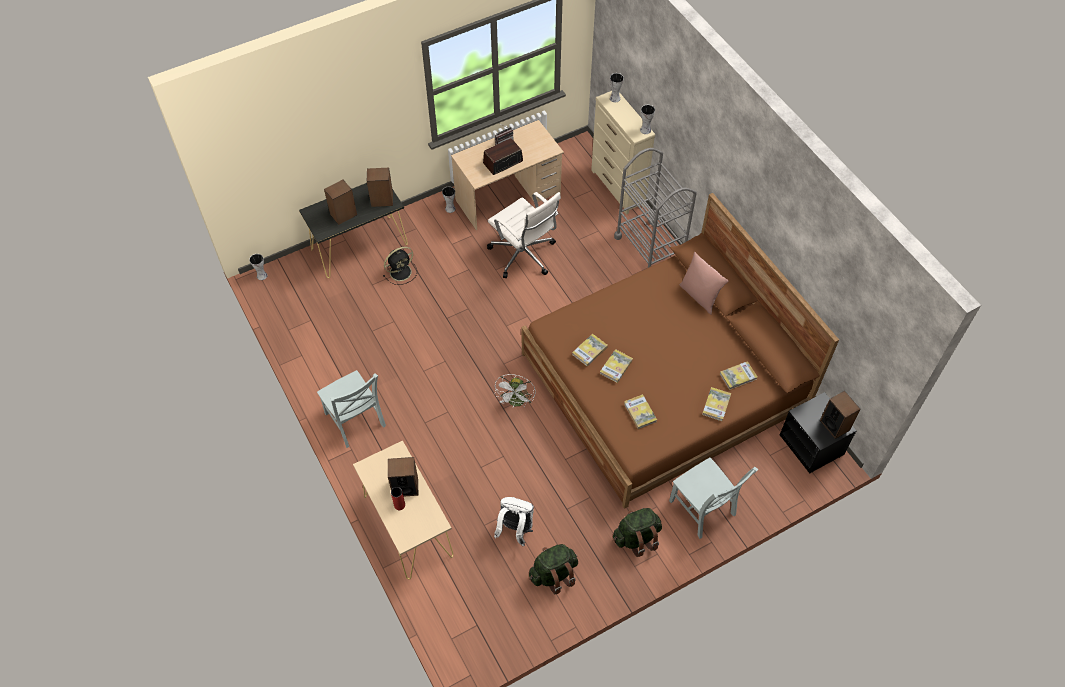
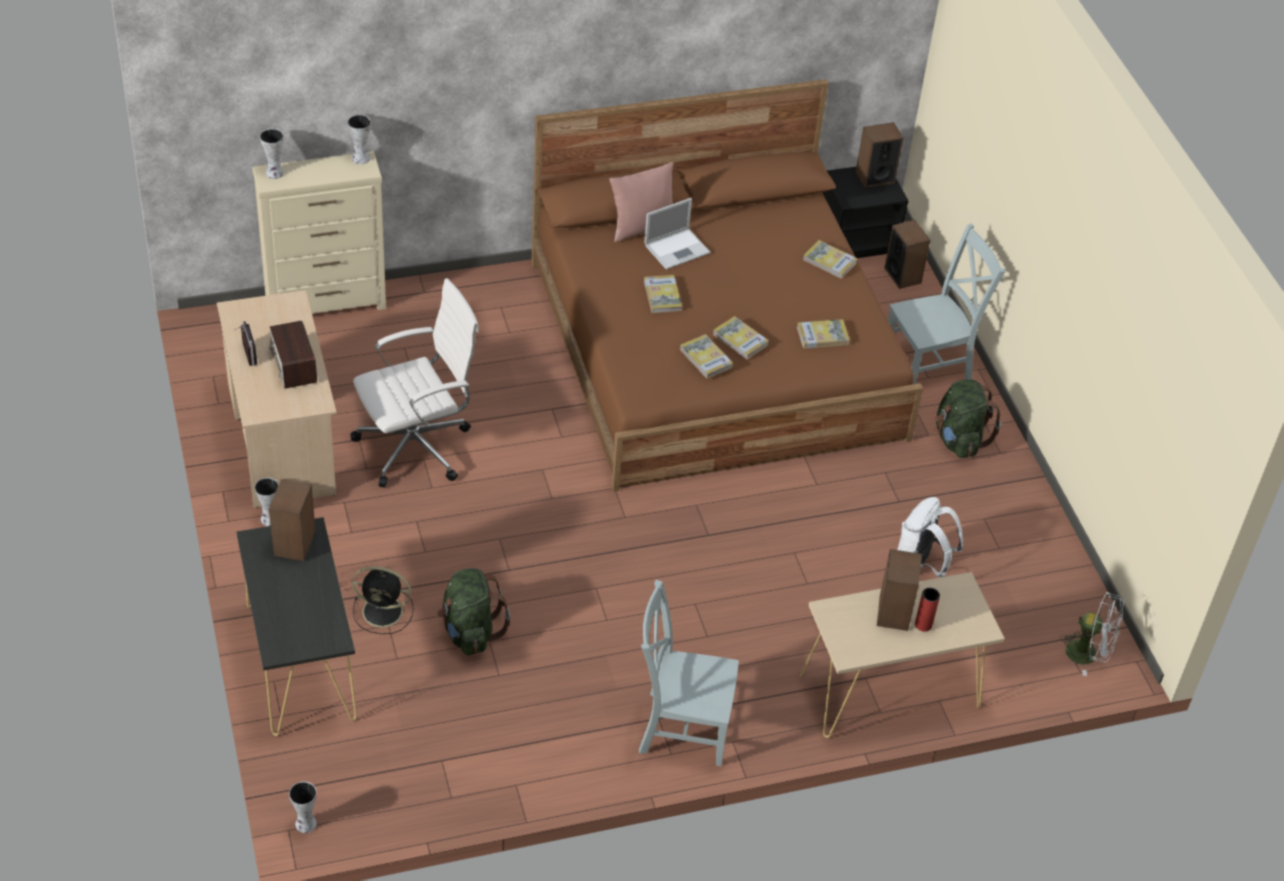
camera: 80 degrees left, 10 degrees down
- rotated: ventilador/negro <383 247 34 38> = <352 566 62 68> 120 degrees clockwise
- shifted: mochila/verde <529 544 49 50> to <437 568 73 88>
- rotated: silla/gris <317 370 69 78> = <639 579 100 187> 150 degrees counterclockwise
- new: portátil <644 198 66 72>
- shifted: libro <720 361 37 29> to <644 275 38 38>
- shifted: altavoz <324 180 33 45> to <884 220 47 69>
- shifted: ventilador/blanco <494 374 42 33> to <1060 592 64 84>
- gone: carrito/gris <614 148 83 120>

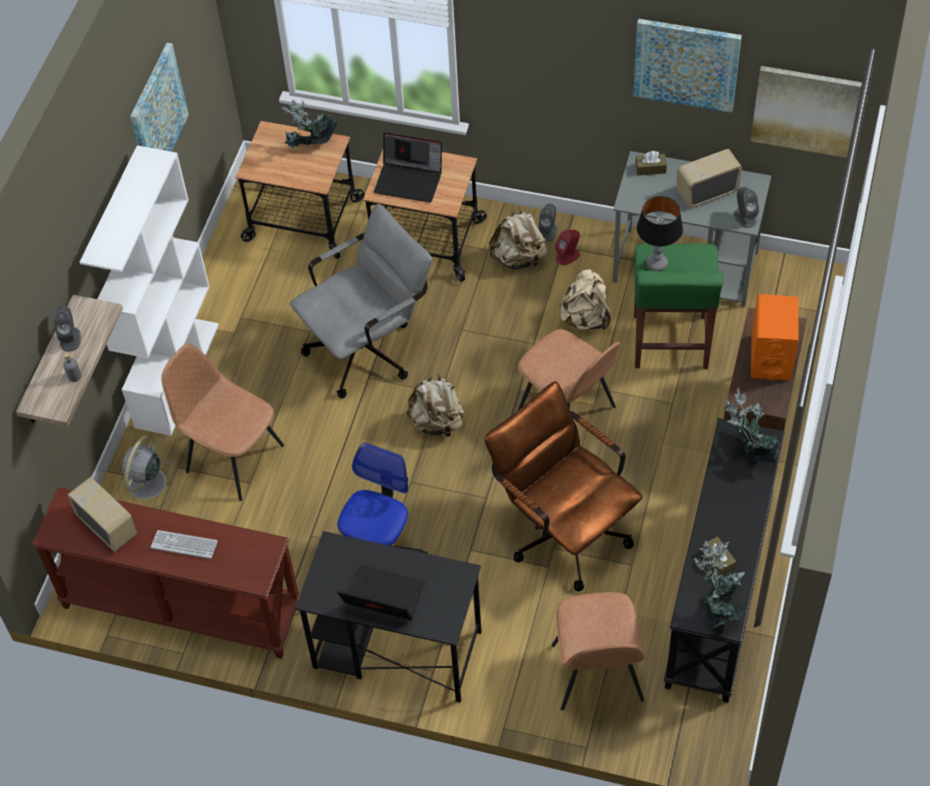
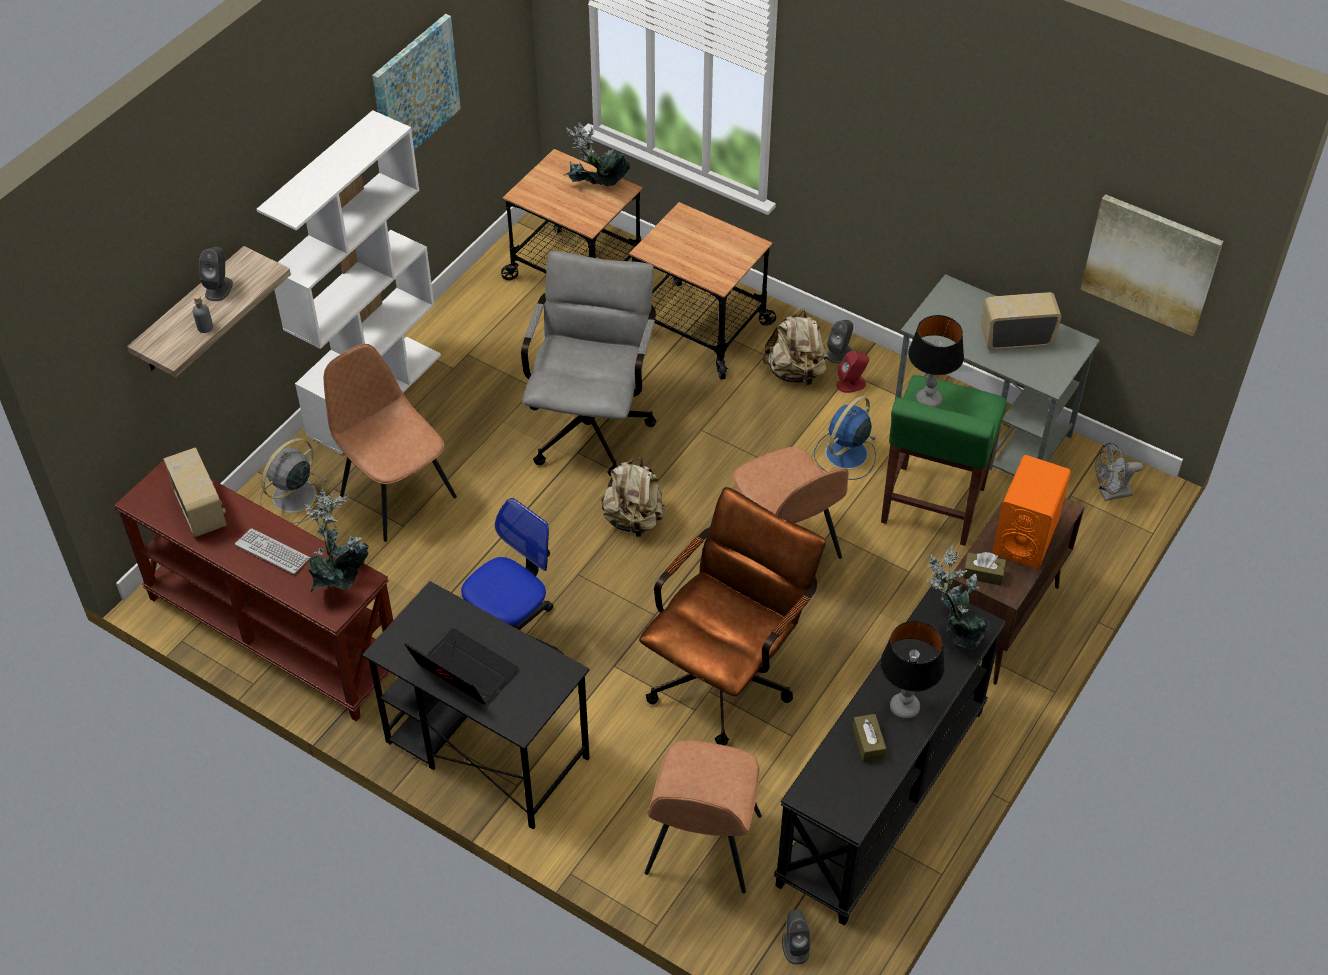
camera: 15 degrees right, 5 degrees down
- shifted: planta en maceta <693 541 52 88> to <304 487 65 105>
- rotated: silla de oficina/gris <290 204 142 194> = <521 251 136 225> 60 degrees counterclockwise
- rotated: silla de oficina/marrón <484 381 158 211> = <639 487 187 258> 60 degrees clockwise
- shifted: altavoz/gris <733 187 26 41> to <782 910 28 55>
- swapped: mochila/beis <559 269 52 62> to ventilador/azul <814 396 62 84>
- new: lámpara de mesa <880 621 65 98>
- shifted: caja de pañuelos/marrón <635 151 32 25> to <963 552 43 34>
- new: ventilador/gris <1095 443 48 58>
- gone: portátil <374 133 68 69>
- gone: cuadro <633 19 109 94>

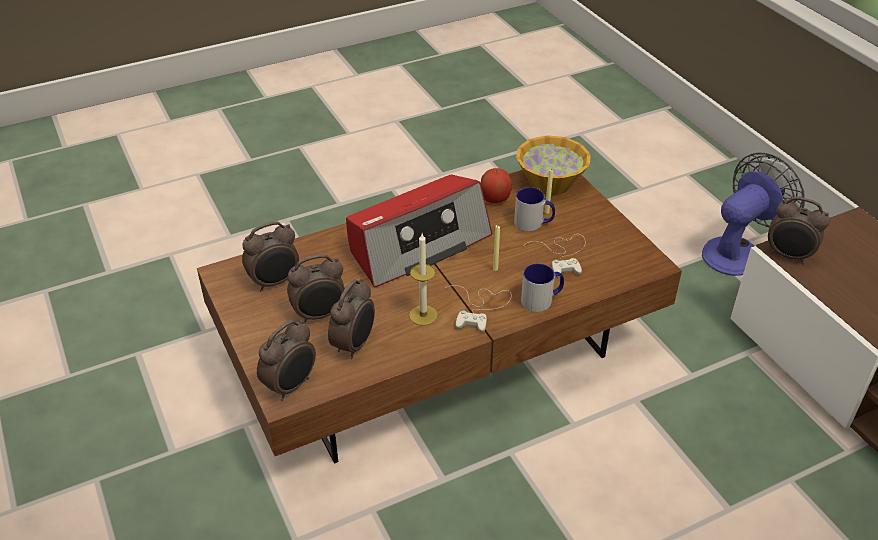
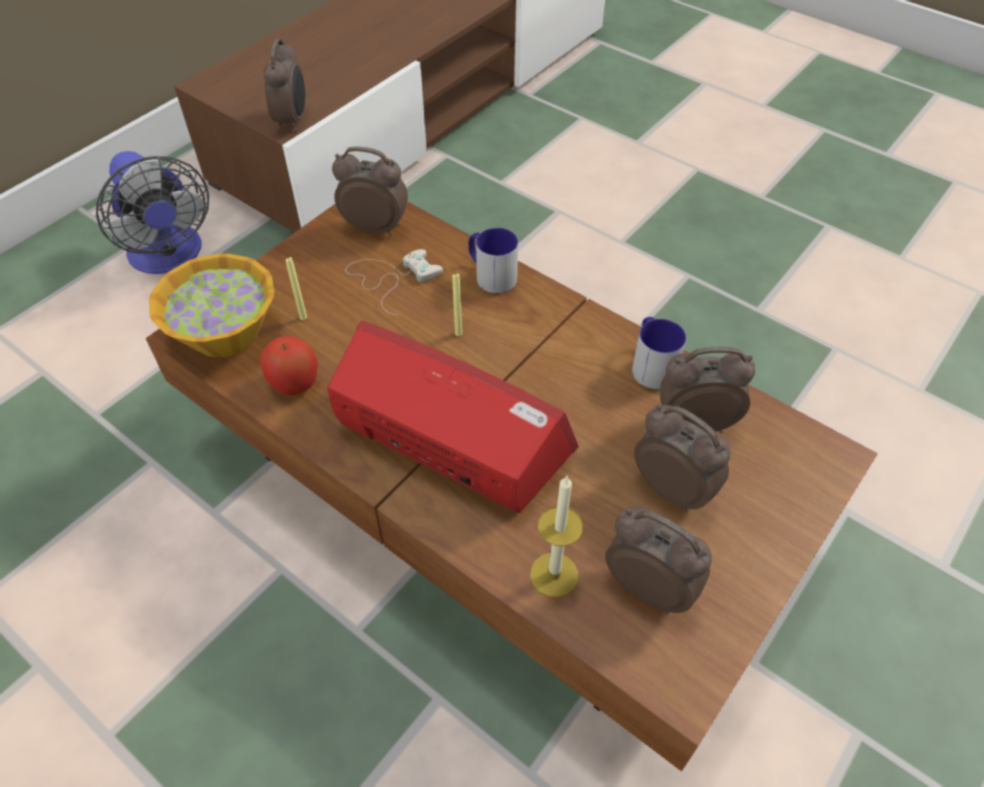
camera: 115 degrees left, 10 degrees up
- rotated: ventilador <702 152 103 124> = <96 151 113 123> 150 degrees counterclockwise
- shifted: despertador <257 320 59 81> to <332 146 76 90>
- shifted: vela <409 234 29 92> to <530 476 53 122>
- shifted: taza grande <514 187 41 44> to <632 317 54 72>
- gone: mando de consola/blanco <445 285 67 47>

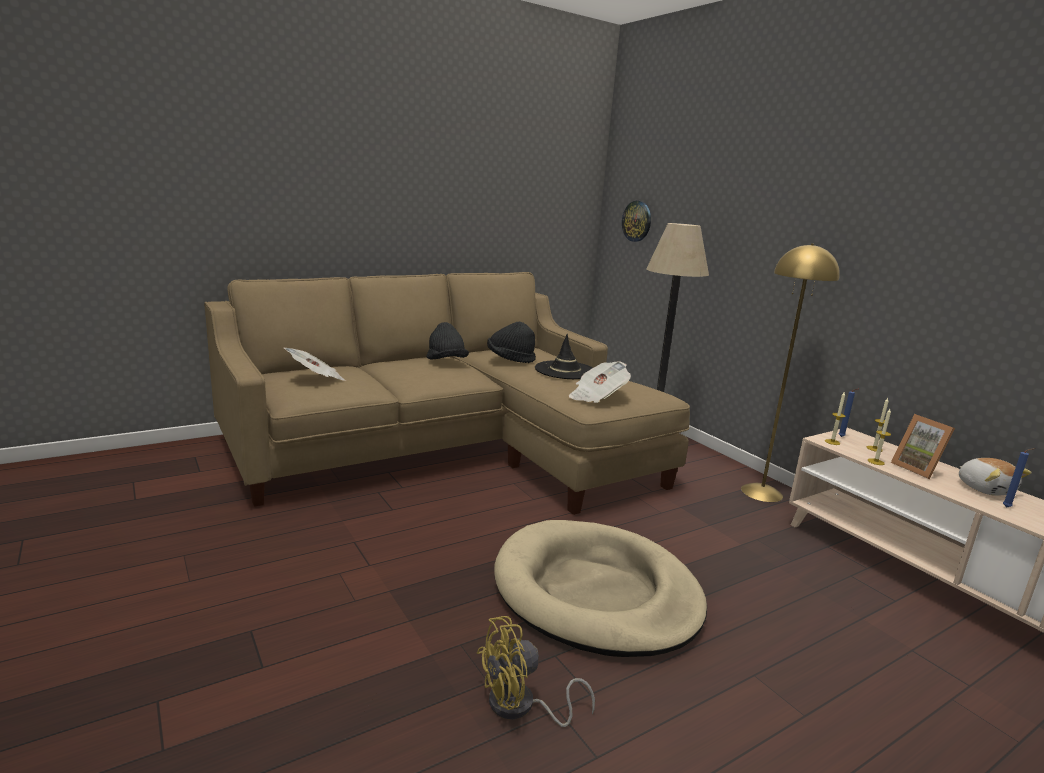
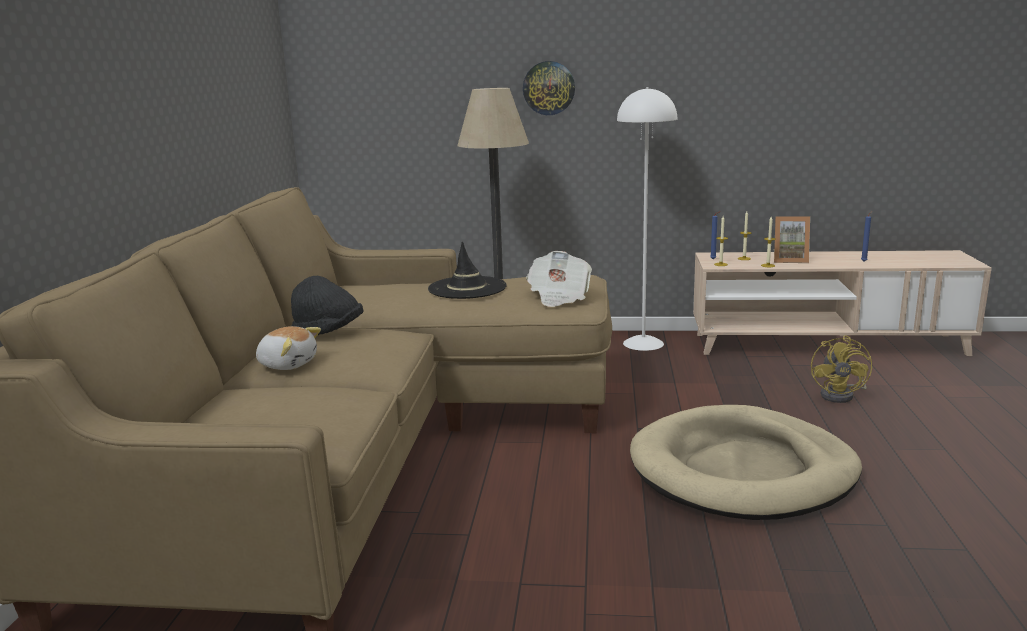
camera: 50 degrees left, 0 degrees up
- shifted: peluche <959 458 73 38> to <256 326 65 44>
- shifted: reloj de pared <622 201 29 41> to <523 61 52 54>
- repainted: lámpara de pie/amarillo <741 243 99 259> to lámpara de pie/blanco <617 87 60 264>
- shifted: ventilador/amarillo <477 616 118 111> to <811 335 61 68>
- gone: periódico <284 348 62 33>
- gone: sombrero/negro <487 322 49 41>

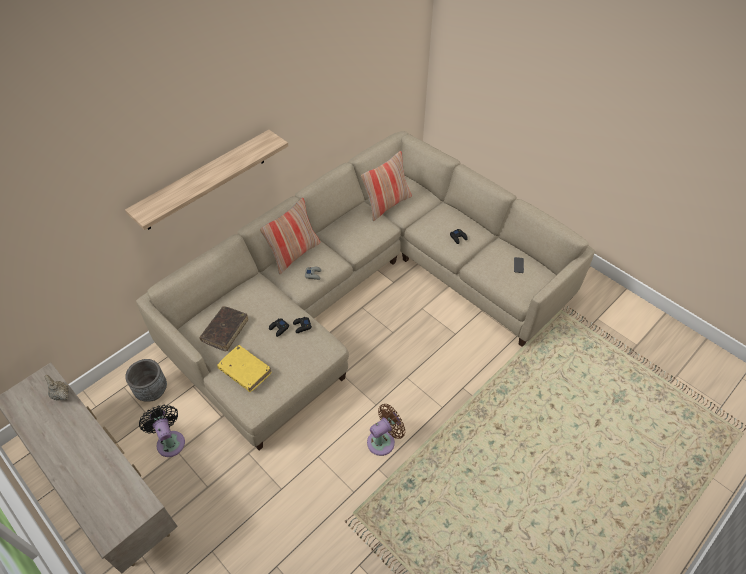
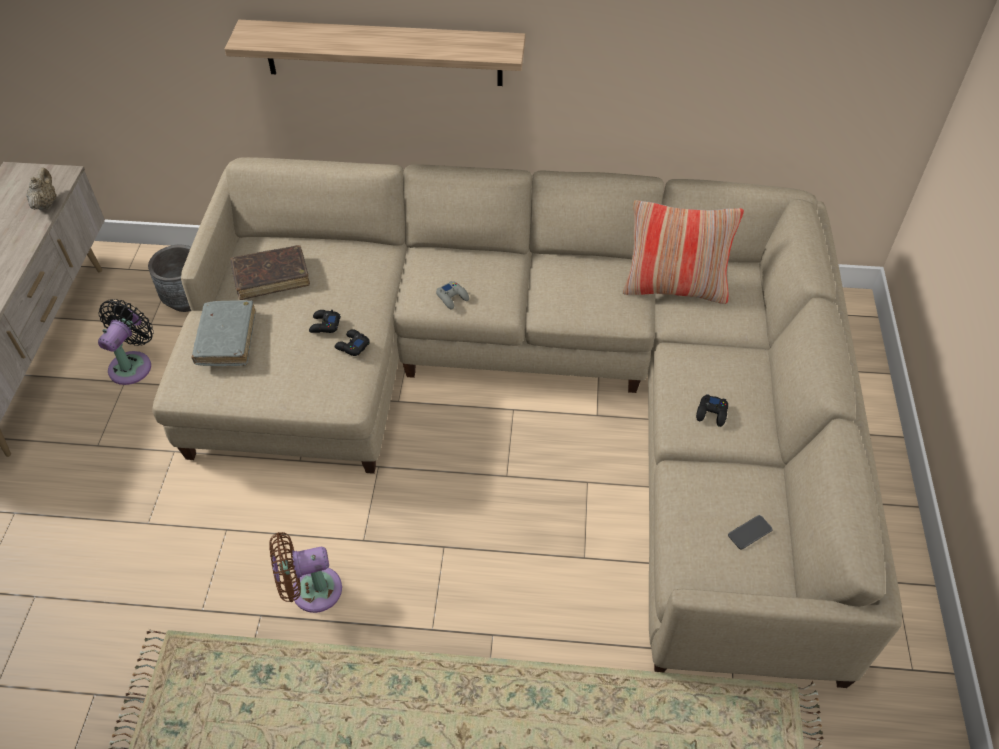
camera: 50 degrees right, 0 degrees up
- repainted: libro/amarillo <217 345 55 47> to libro/gris <191 300 65 66>
- rotated: ventilador/marrón <367 404 38 52> = <269 532 73 81> 150 degrees clockwise
- gone: cojín <260 198 60 76>

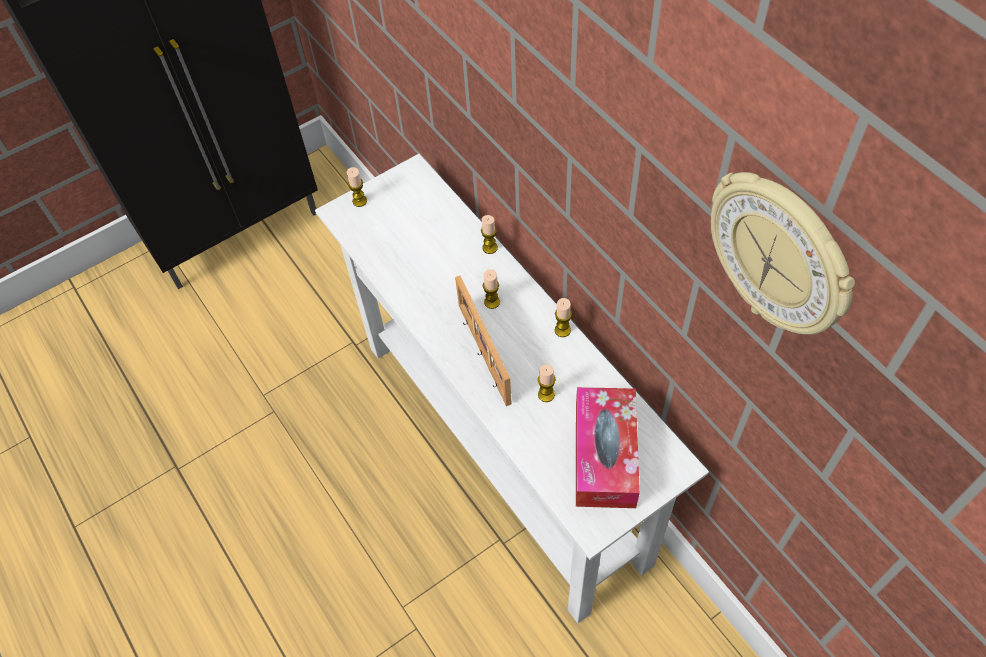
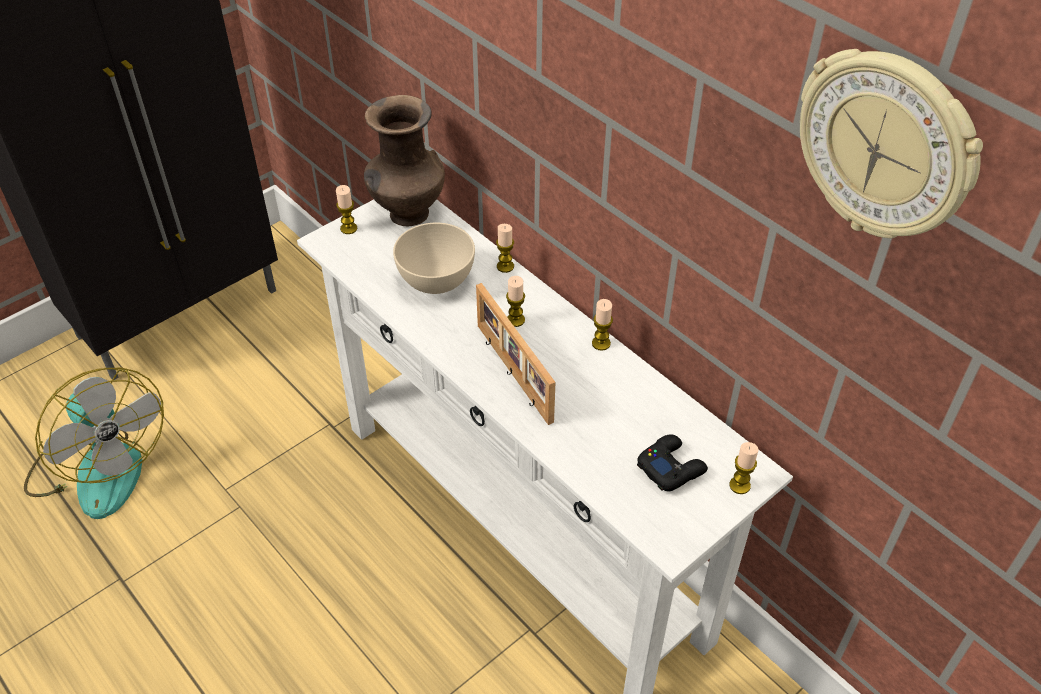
camera: 10 degrees left, 10 degrees down
- new: ventilador <24 368 140 151>
- new: florero/marrón <364 95 81 131>
- new: cuenco/beis <393 223 82 71>
- swapped: caja de pañuelos <576 387 64 121> to mando de consola/negro <637 434 71 57>
- shifted: vela <538 364 17 38> to <729 442 29 52>

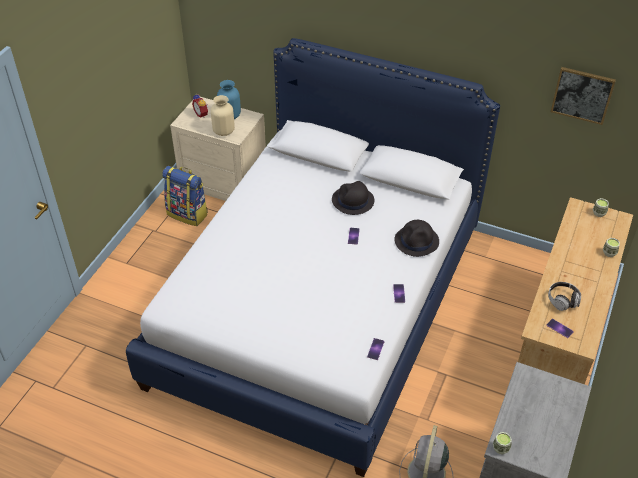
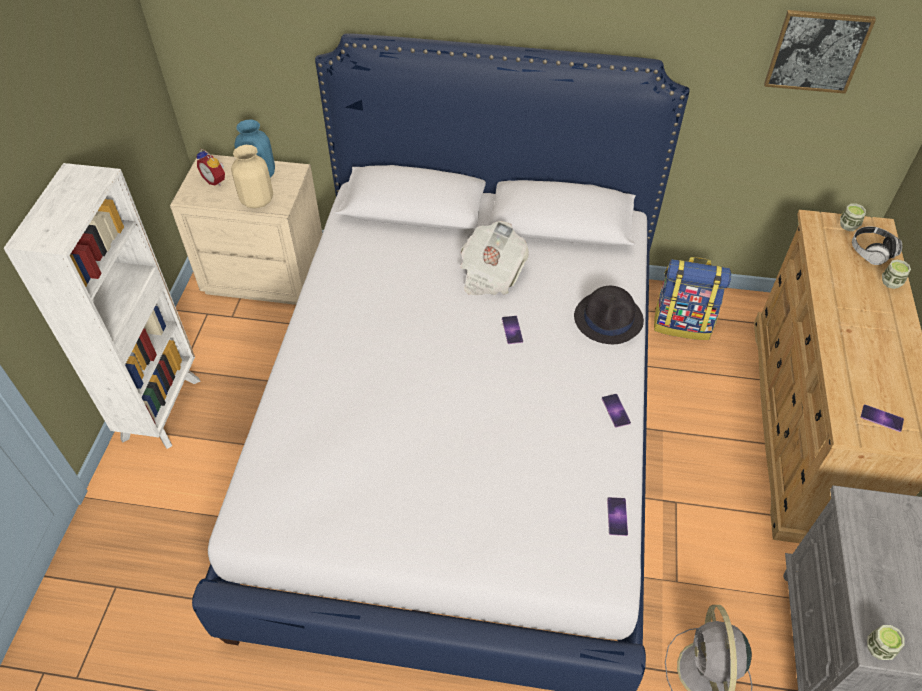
camera: 15 degrees left, 5 degrees up
- new: estantería/blanco <4 163 196 286>
- swapped: sombrero/negro <332 181 42 34> to periódico <460 221 69 74>
- shifted: mochila <162 166 46 60> to <654 257 77 83>
- shifted: auriculares <548 282 33 29> to <852 226 50 39>

